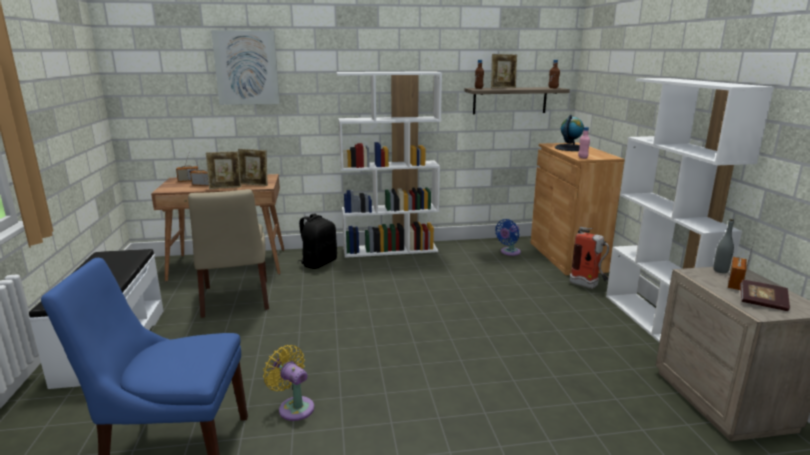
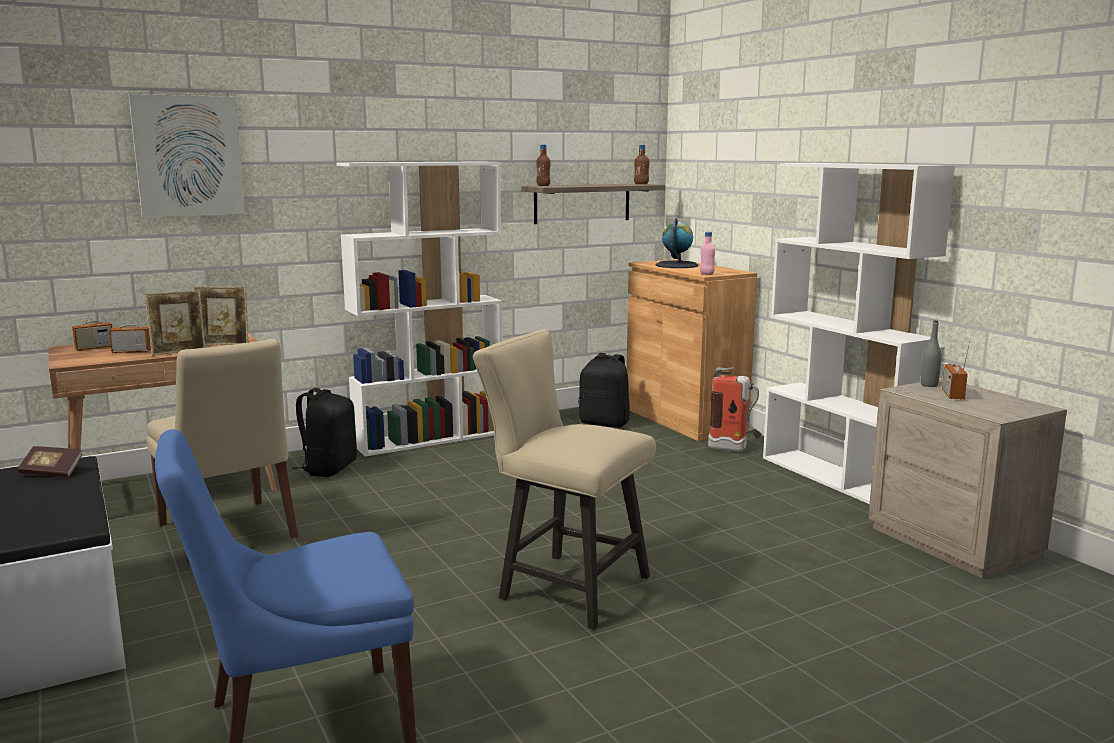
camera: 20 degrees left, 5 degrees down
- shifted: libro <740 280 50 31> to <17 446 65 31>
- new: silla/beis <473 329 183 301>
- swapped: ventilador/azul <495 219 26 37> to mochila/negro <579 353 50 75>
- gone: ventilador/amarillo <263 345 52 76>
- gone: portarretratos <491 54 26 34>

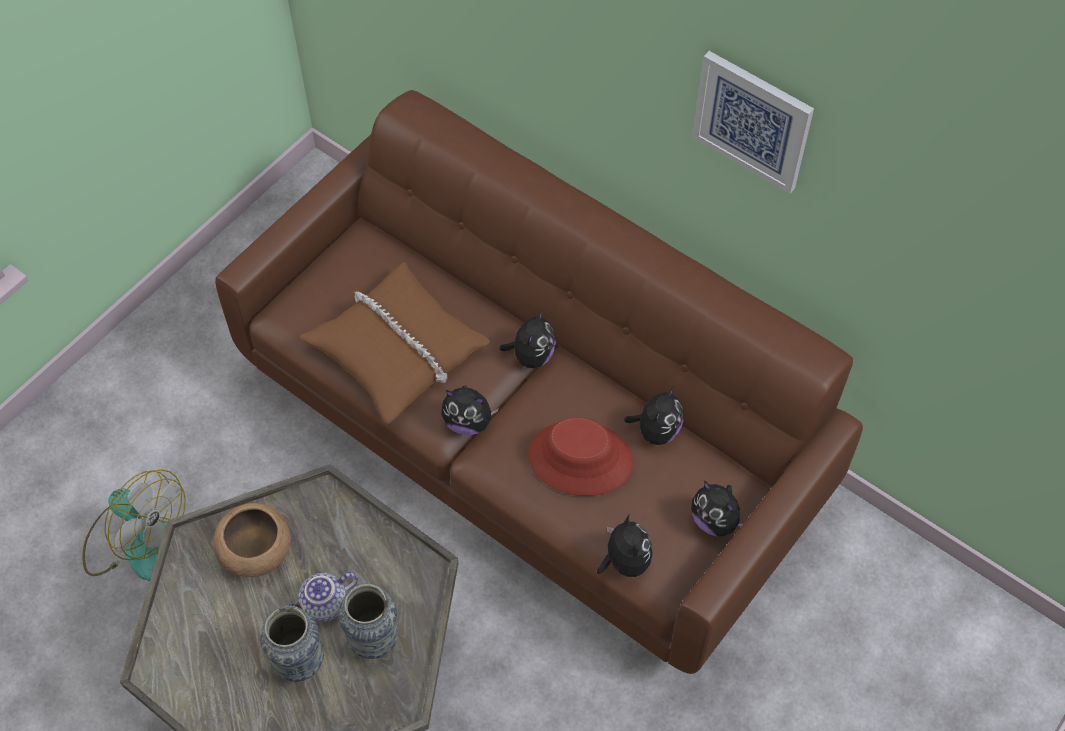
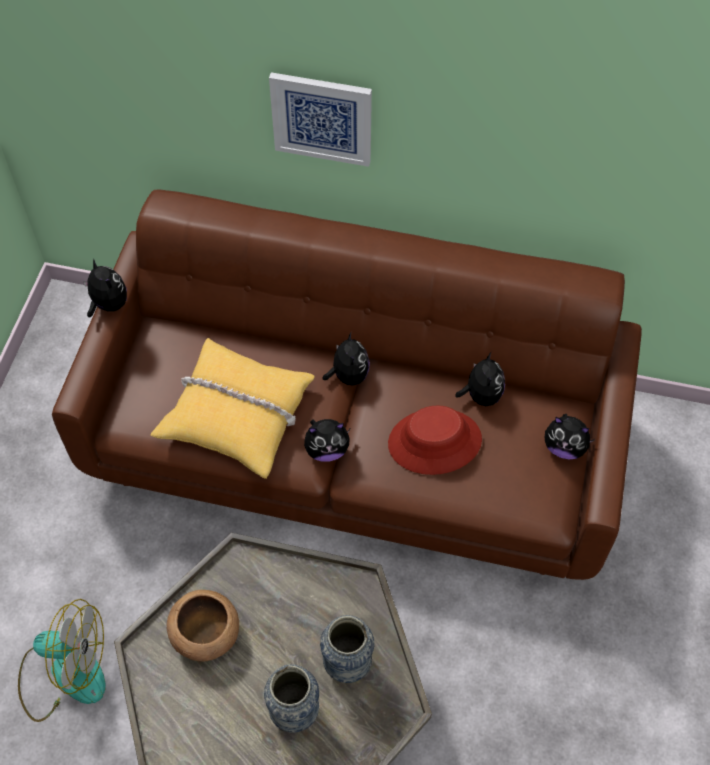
camera: 25 degrees left, 0 degrees up
- shifted: peluche <597 515 56 62> to <83 259 44 58>
- repainted: cojín/marrón <299 262 191 163> to cojín/amarillo <150 338 165 141>
- shifted: cuadro <692 51 122 143> to <269 72 103 95>
- gone: tetera <286 572 72 50>

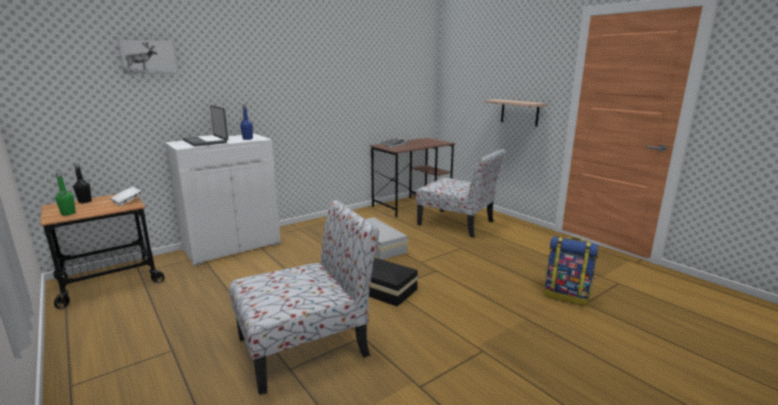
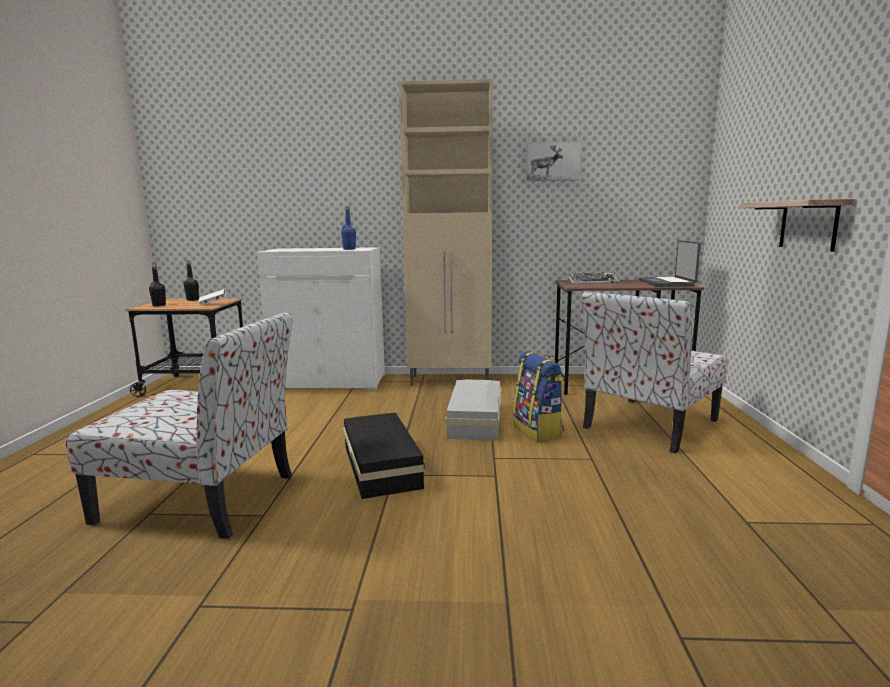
camera: 40 degrees right, 5 degrees down
- repainted: botella/verde <55 172 21 43> to botella/negro <149 263 17 43>
- new: armario/beis <399 79 94 307>
- shifted: mochila <544 236 54 70> to <513 351 51 91>
- shifted: cuadro <118 39 59 35> to <527 142 54 39>
- rotated: silla <416 149 89 89> = <581 292 147 161> 60 degrees clockwise
- shifted: portátil <183 105 45 42> to <639 240 62 47>

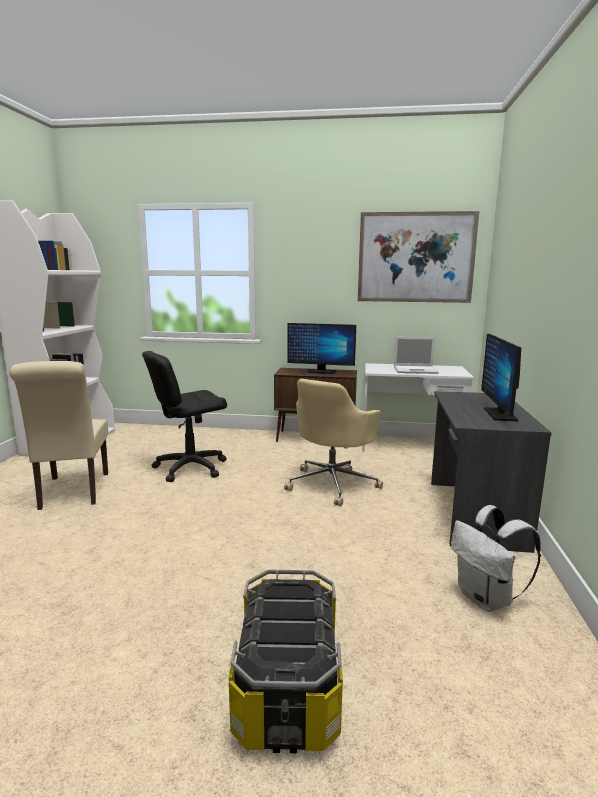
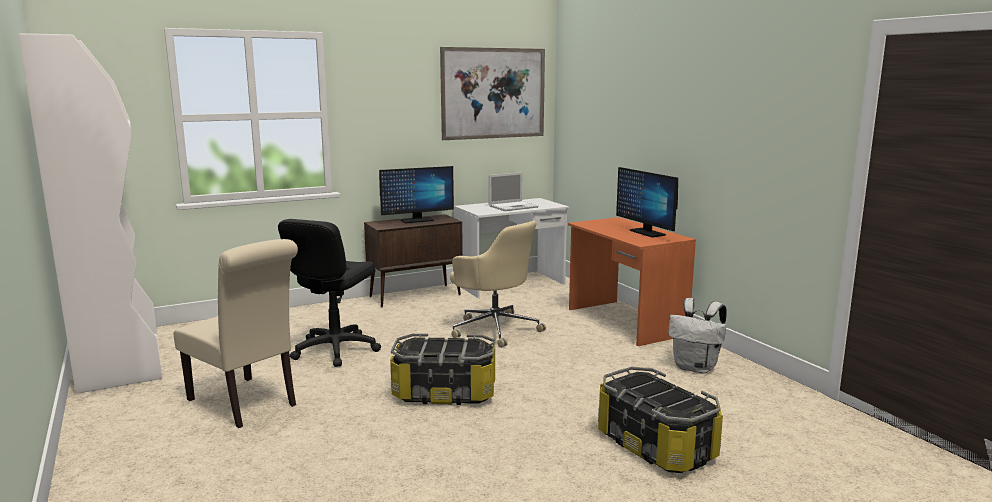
camera: 35 degrees left, 0 degrees up
- new: caja de almacenaje <390 333 105 72>
- rotated: silla de oficina/beis <284 379 99 127> = <450 221 96 127> 45 degrees counterclockwise
- repainted: escritorio/gris <431 391 120 162> to escritorio/naranja <568 217 128 129>

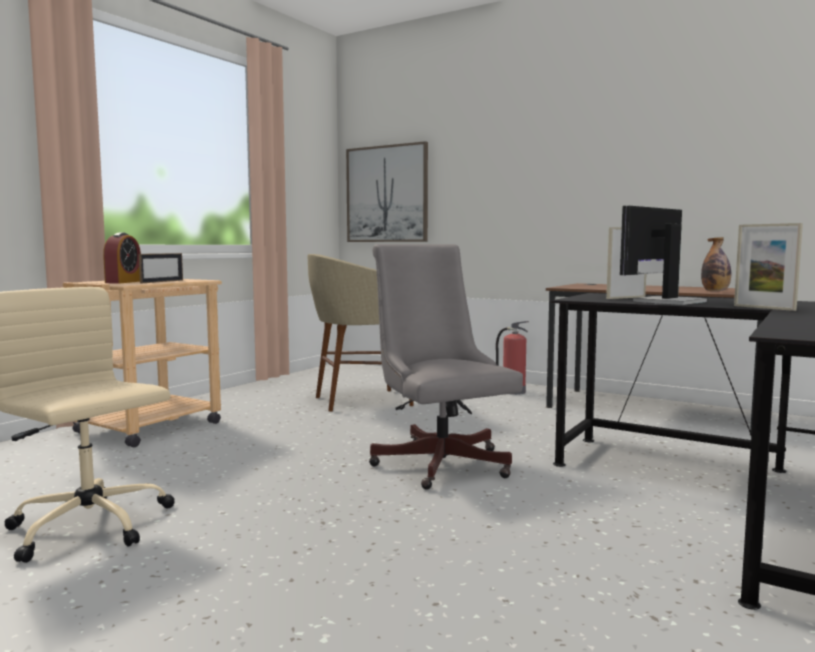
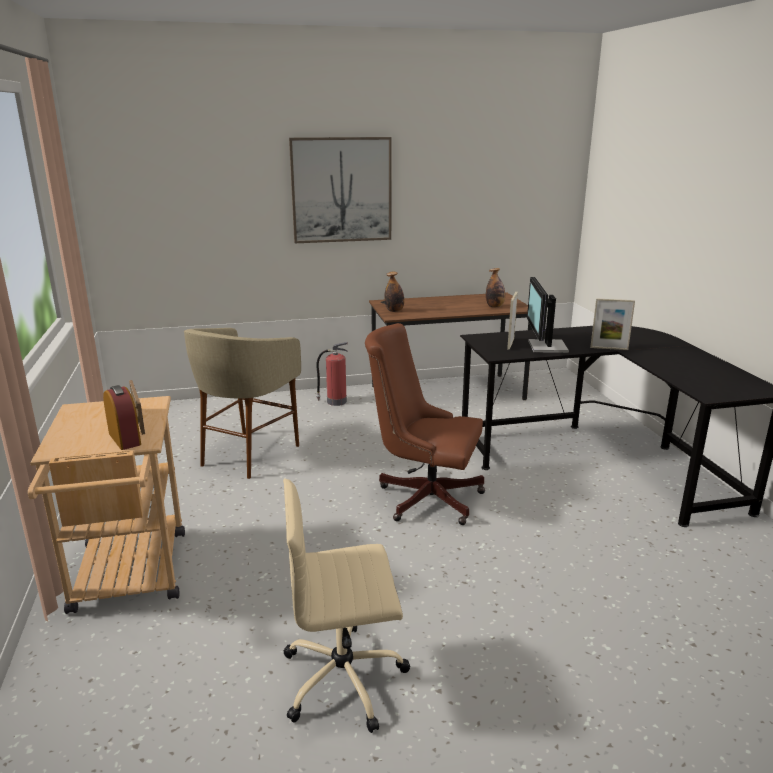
camera: 45 degrees left, 15 degrees up
- shifted: cuadro <346 141 82 101> to <289 137 103 106>
- repainted: silla de oficina/gris <369 244 154 246> to silla de oficina/marrón <365 323 120 202>
- new: botella <384 272 20 40>

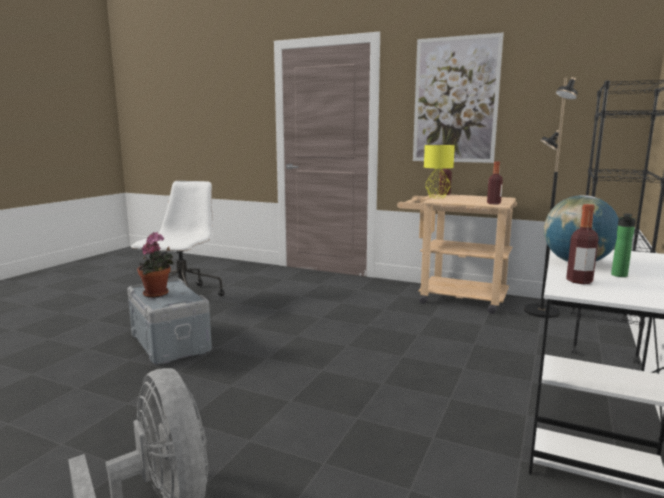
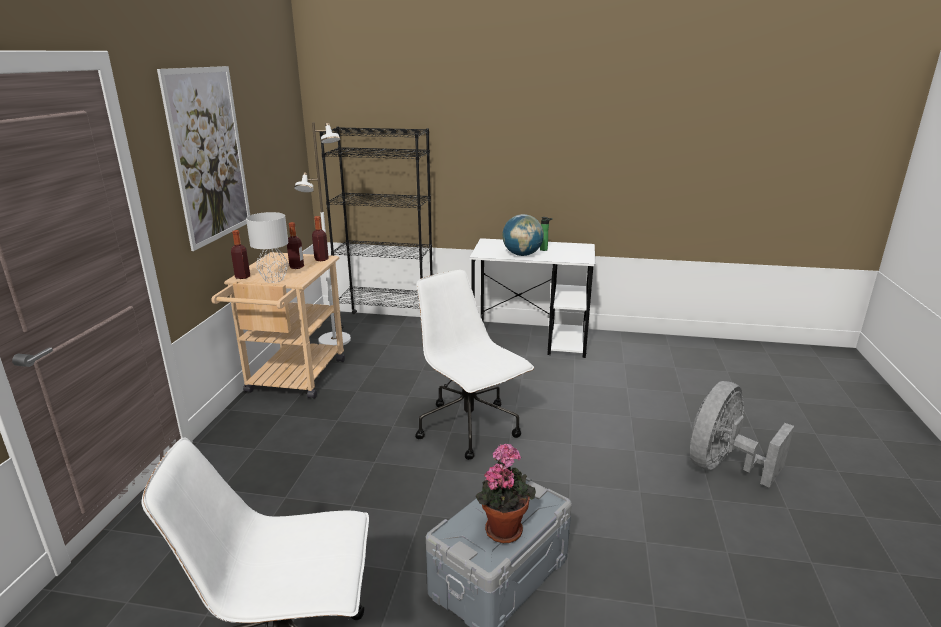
camera: 105 degrees left, 10 degrees up
- repainted: lámpara de mesa/amarillo <424 145 31 53> to lámpara de mesa/gris <246 212 43 71>
- shifted: botella <566 204 33 80> to <287 222 17 47>
- repainted: lámpara de pie/negro <524 77 54 241> to lámpara de pie/blanco <294 122 57 223>
- new: silla de oficina/blanco <415 270 119 190>

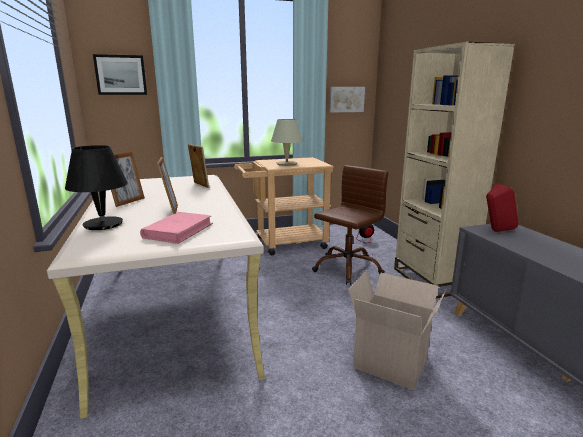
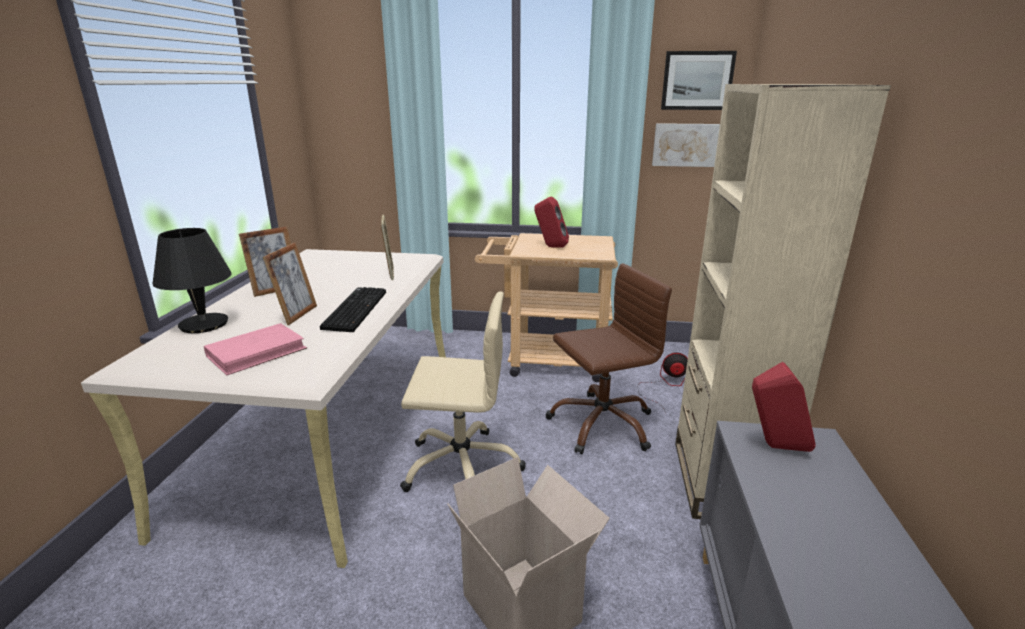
camera: 25 degrees right, 5 degrees up
- new: teclado <320 287 66 45>
- new: silla de oficina/beis <400 291 126 201>
- swapped: lámpara de mesa/beis <271 119 31 47> to altavoz/rojo <534 196 35 52>
- shifted: cuadro <93 54 54 41> to <661 51 76 59>

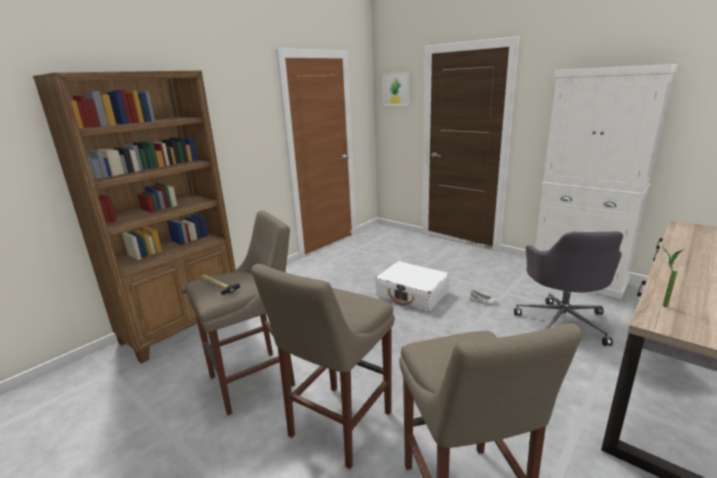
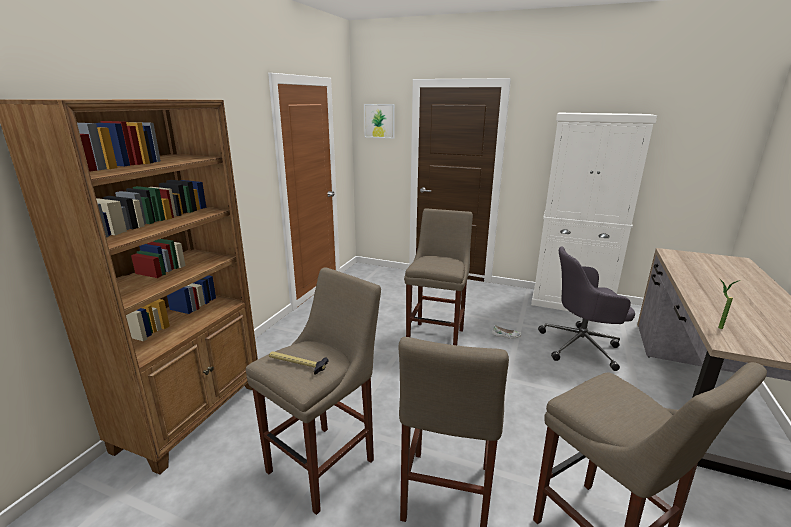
camera: 20 degrees left, 0 degrees up
- swapped: maleta/blanco <375 261 75 51> to taburete/beis <404 208 69 137>
- rotated: silla de oficina/gris <514 231 109 115> = <538 246 97 125> 105 degrees clockwise

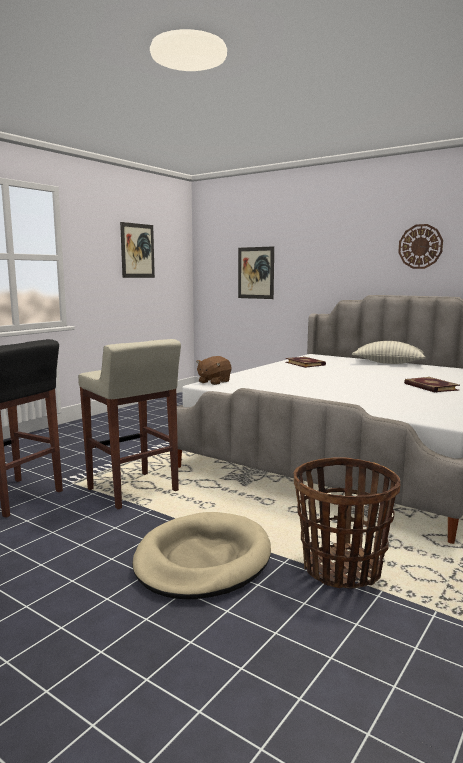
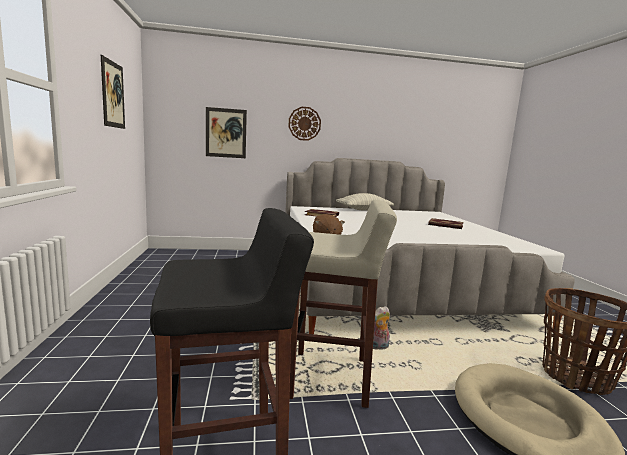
camera: 45 degrees left, 0 degrees up
- shifted: reloj de pared <398 224 45 45> to <288 107 33 34>
- new: peluche <373 306 17 44>

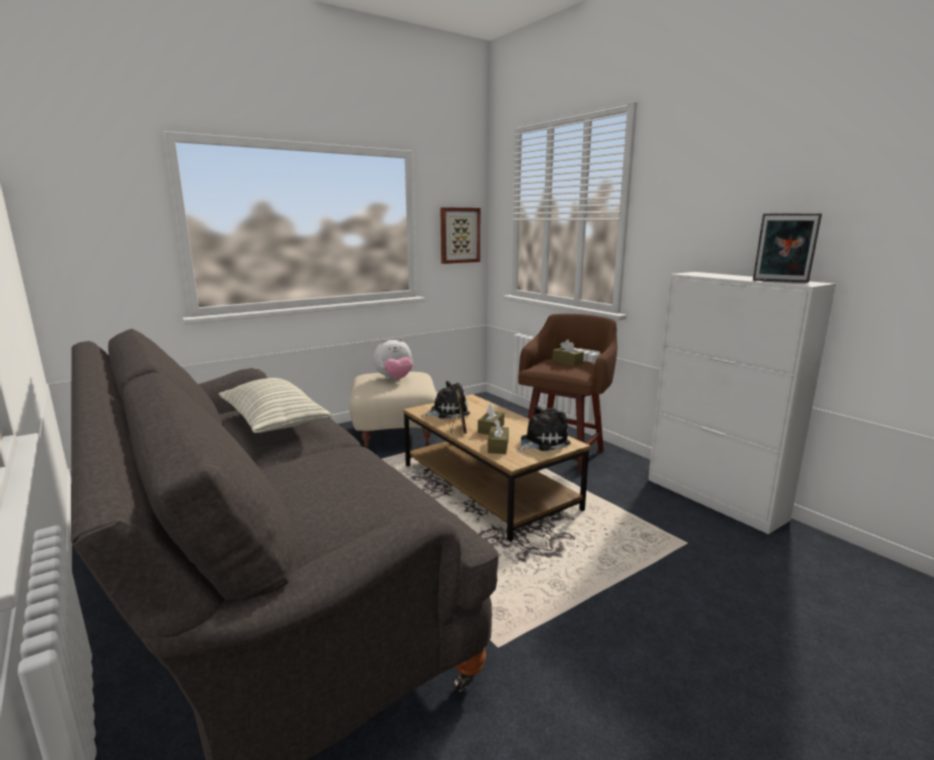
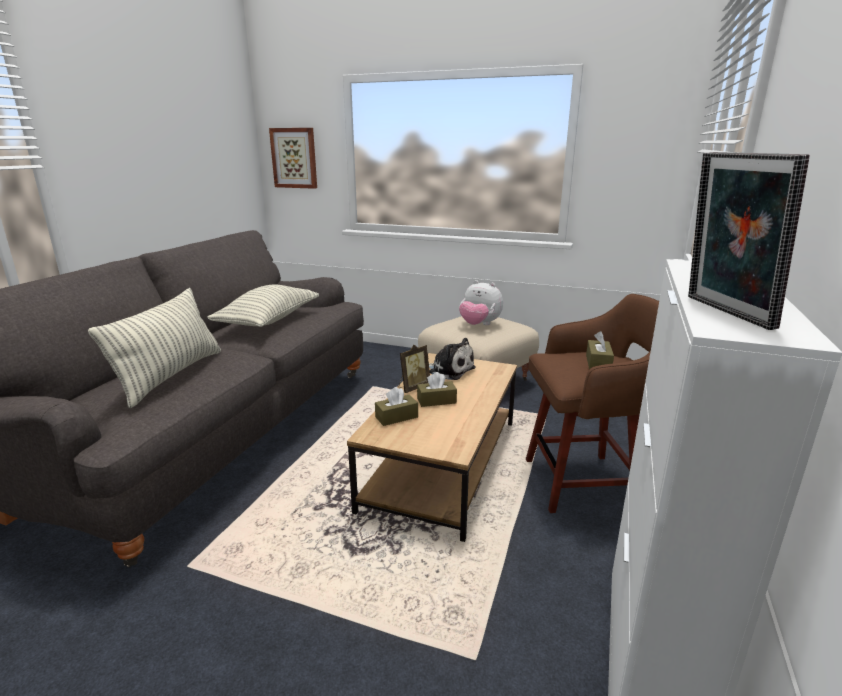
camera: 55 degrees right, 5 degrees up
- new: cojín <88 288 133 120>
- shifted: cuadro <440 207 40 57> to <269 128 48 61>
- gone: peluche <517 406 54 45>

